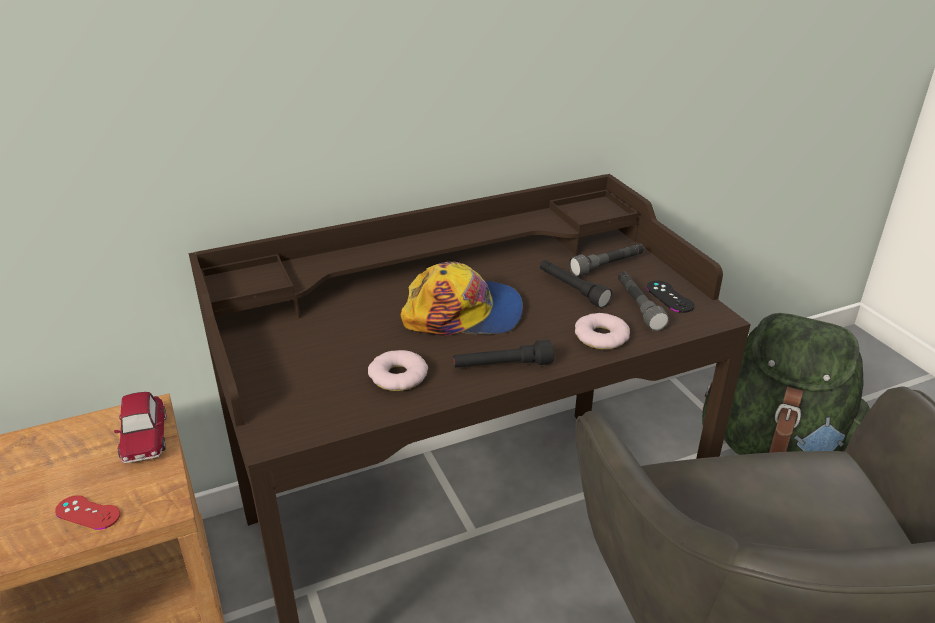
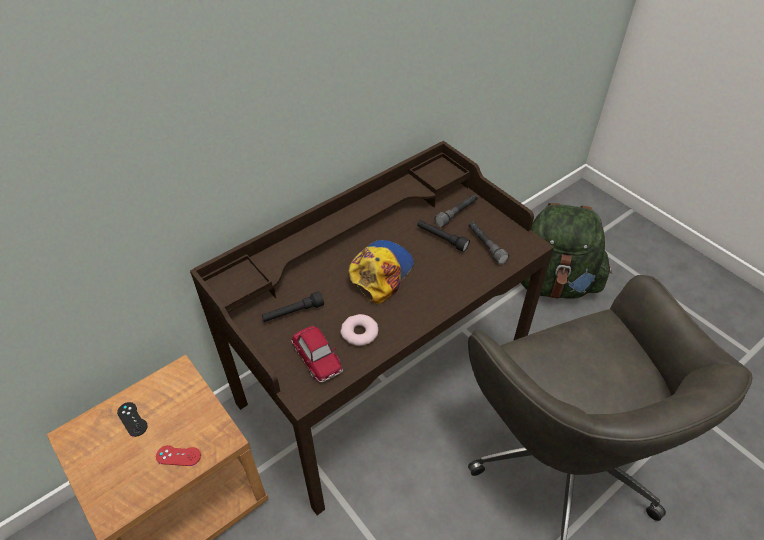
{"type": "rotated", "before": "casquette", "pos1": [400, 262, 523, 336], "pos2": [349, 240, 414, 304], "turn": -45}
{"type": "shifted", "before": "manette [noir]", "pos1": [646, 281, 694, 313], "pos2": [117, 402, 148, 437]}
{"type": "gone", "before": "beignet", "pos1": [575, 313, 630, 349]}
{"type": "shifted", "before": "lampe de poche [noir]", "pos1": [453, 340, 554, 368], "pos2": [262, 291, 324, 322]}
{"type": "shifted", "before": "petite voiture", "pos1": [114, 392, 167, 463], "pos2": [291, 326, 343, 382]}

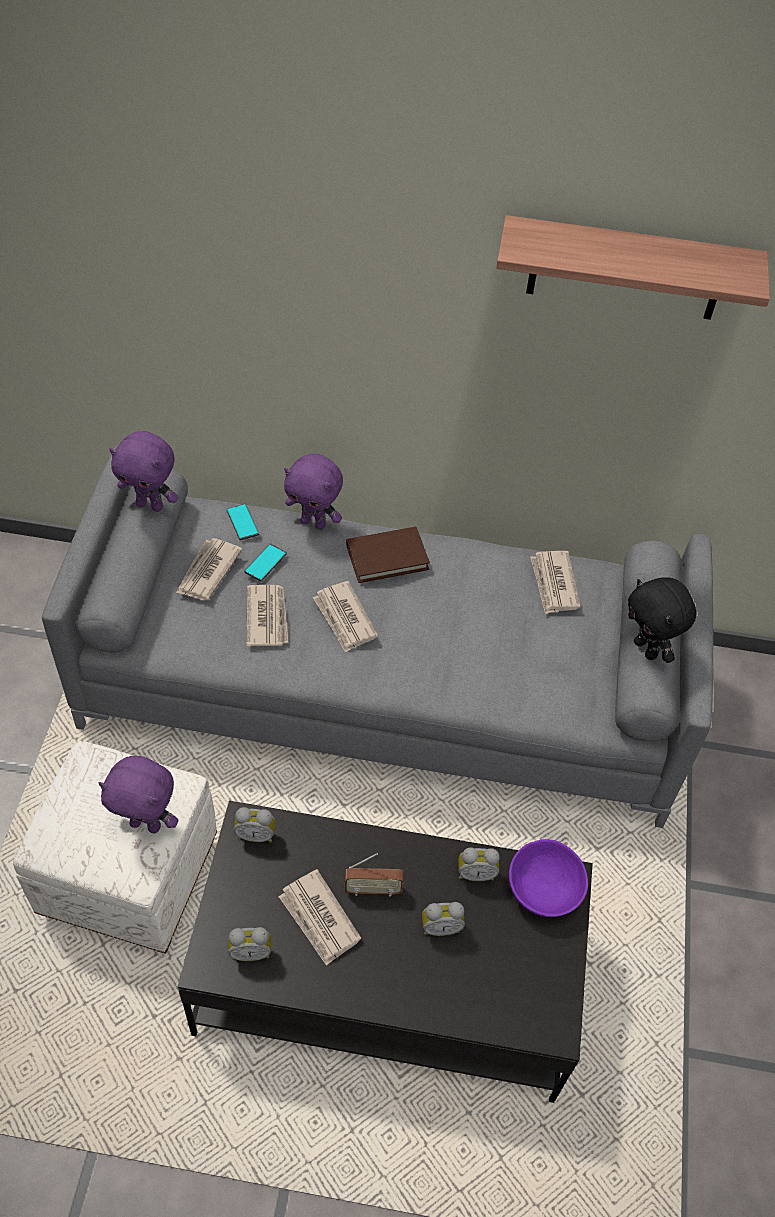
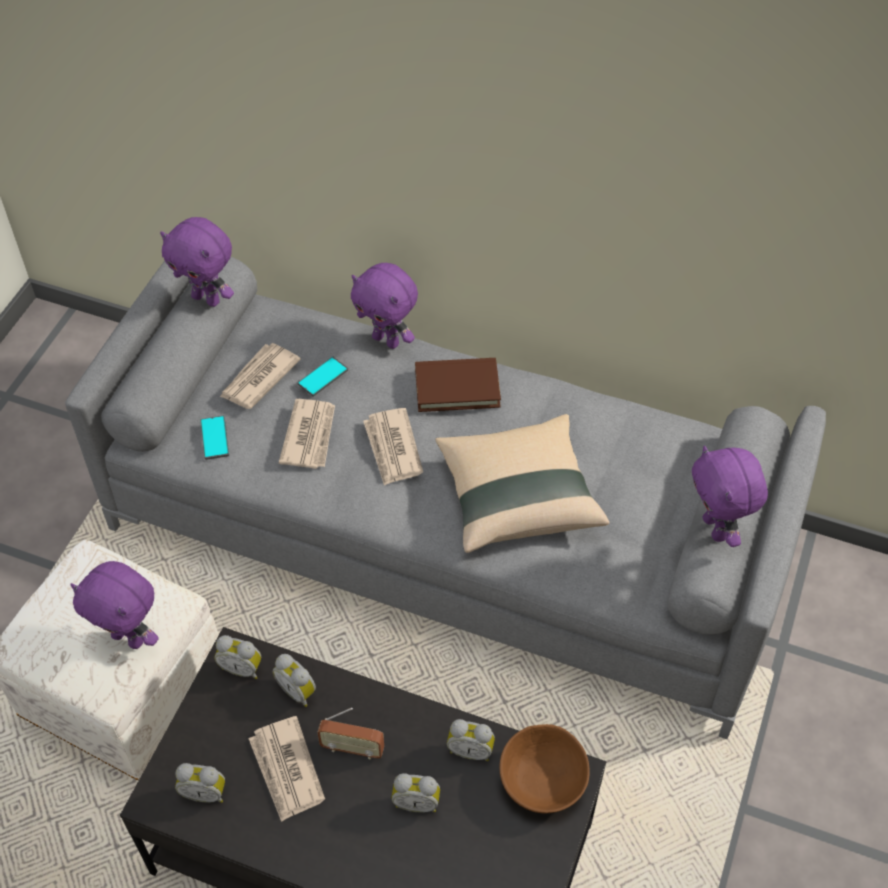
{"type": "gone", "before": "étagère", "pos1": [496, 215, 770, 320]}
{"type": "shifted", "before": "téléphone", "pos1": [226, 504, 259, 540], "pos2": [200, 416, 229, 460]}
{"type": "gone", "before": "journal", "pos1": [530, 551, 580, 614]}
{"type": "repainted", "before": "peluche [noir]", "after": "peluche [violet]", "pos1": [628, 577, 697, 663], "pos2": [692, 446, 768, 547]}
{"type": "repainted", "before": "bol [violet]", "after": "bol [marron]", "pos1": [509, 839, 588, 917], "pos2": [500, 724, 590, 813]}
{"type": "new", "after": "coussin [beige]", "pos2": [435, 414, 610, 553]}
{"type": "new", "after": "réveil", "pos2": [273, 654, 316, 707]}

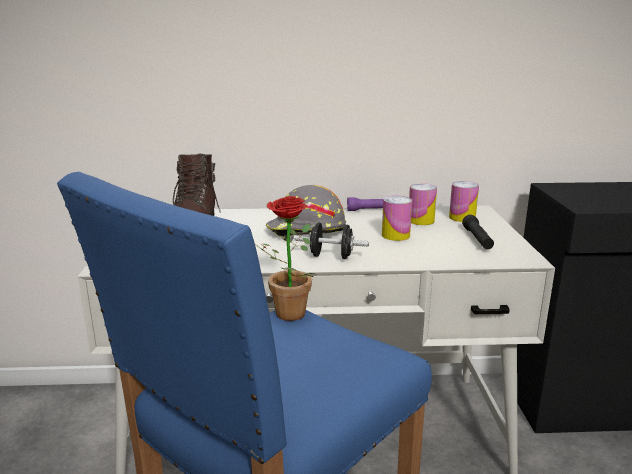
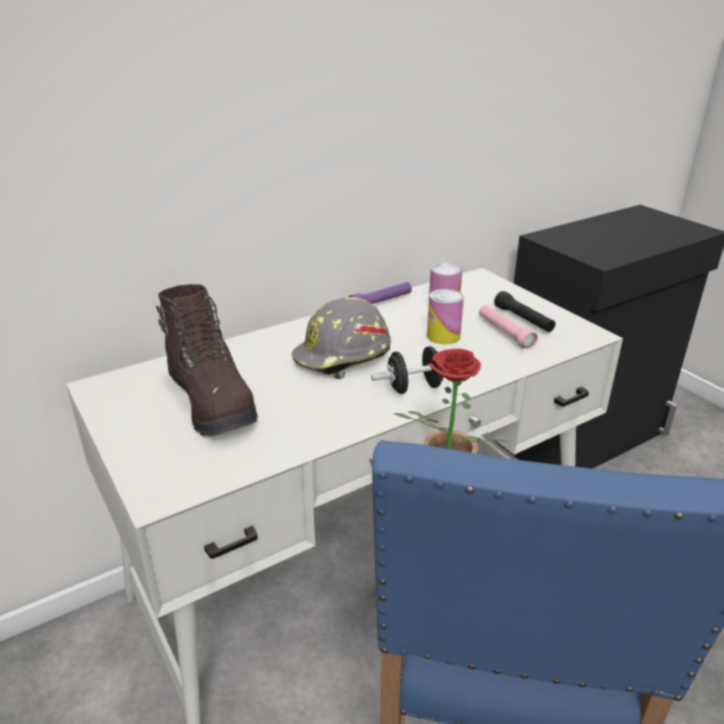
{"type": "gone", "before": "boîte métallique", "pos1": [449, 181, 479, 222]}
{"type": "new", "after": "lampe de poche [rose]", "pos2": [479, 305, 538, 350]}

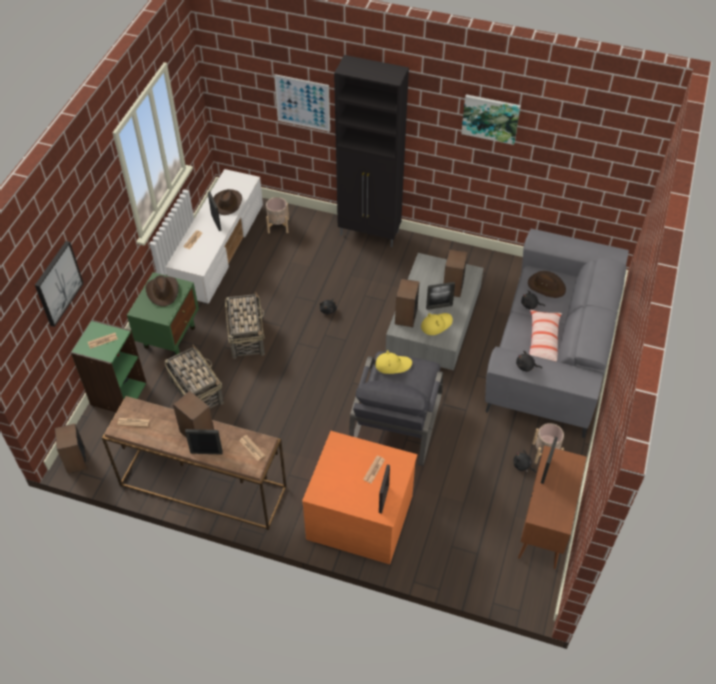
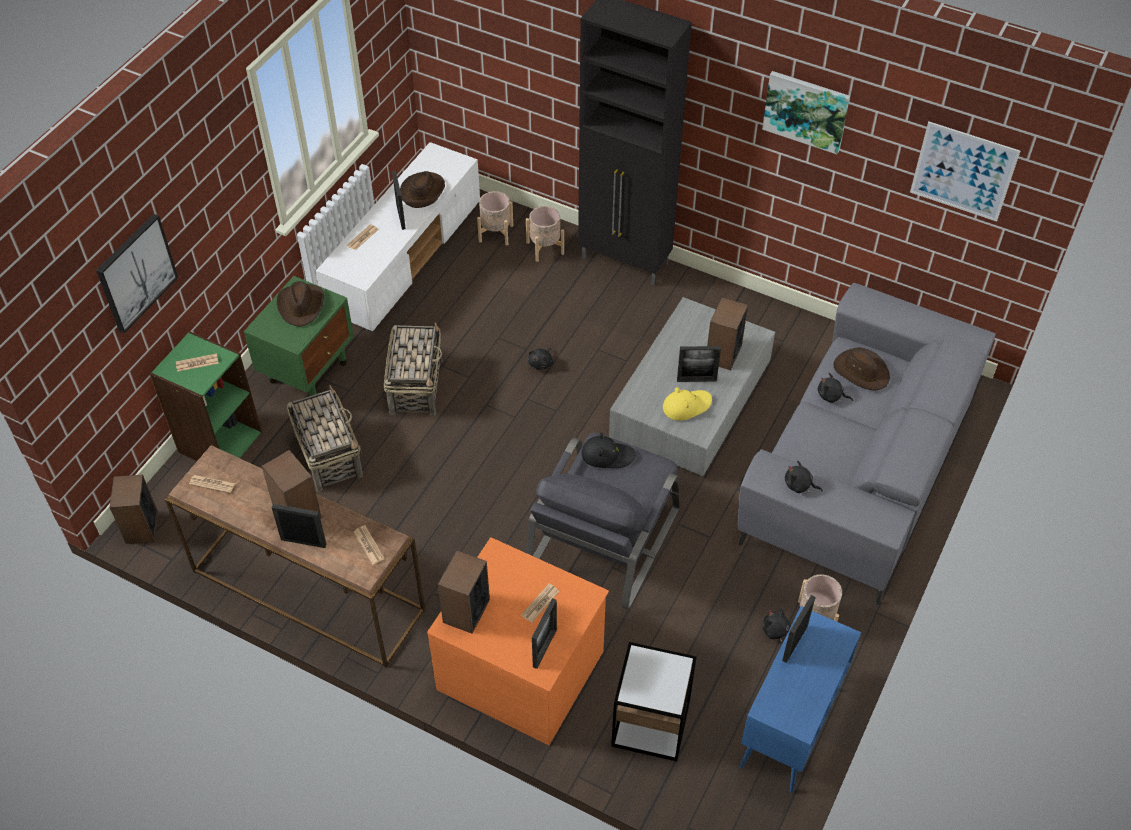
{"type": "shifted", "before": "tableau", "pos1": [274, 74, 330, 132], "pos2": [910, 122, 1020, 222]}
{"type": "shifted", "before": "enceinte", "pos1": [395, 279, 419, 327], "pos2": [438, 550, 490, 634]}
{"type": "gone", "before": "coussin", "pos1": [529, 309, 562, 362]}
{"type": "repainted", "before": "chapeau [jaune]", "after": "chapeau [noir]", "pos1": [375, 350, 412, 374], "pos2": [581, 433, 636, 468]}
{"type": "repainted", "before": "meuble de rangement [marron]", "after": "meuble de rangement [bleu]", "pos1": [518, 445, 587, 569], "pos2": [739, 606, 861, 793]}
{"type": "new", "after": "cache-pot [beige]", "pos2": [526, 206, 564, 262]}
{"type": "new", "after": "table d'appoint", "pos2": [611, 642, 697, 761]}

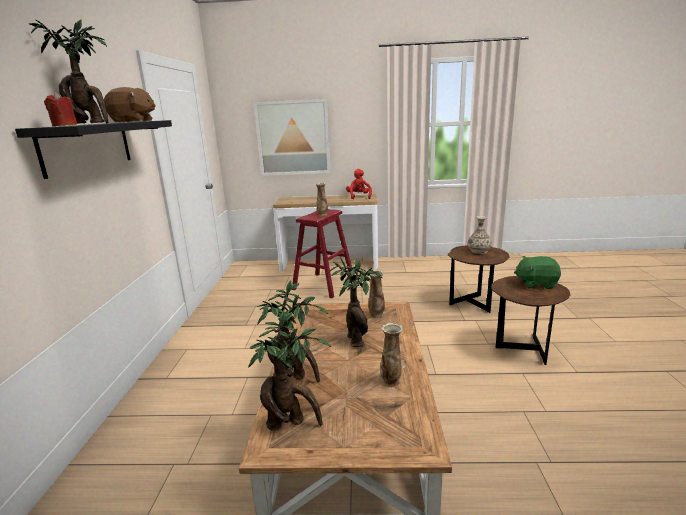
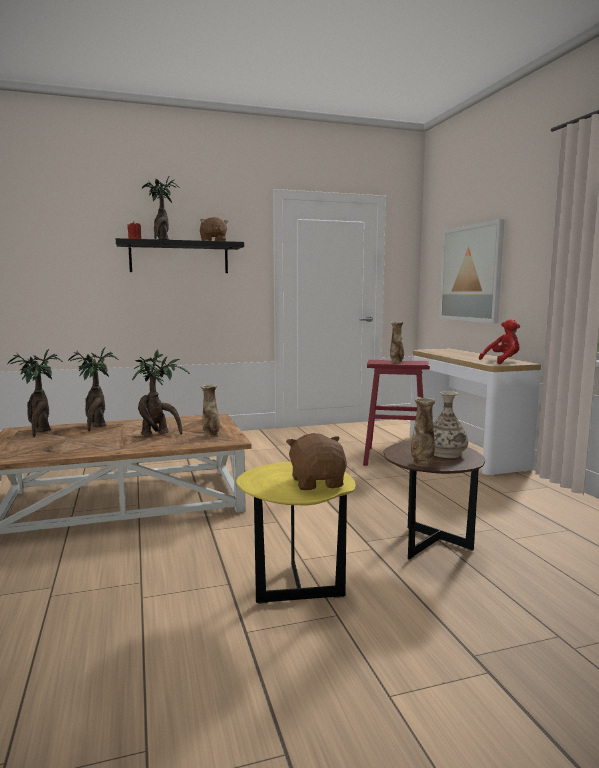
{"type": "repainted", "before": "peluche [vert]", "after": "peluche [marron]", "pos1": [514, 256, 561, 289], "pos2": [286, 433, 347, 490]}
{"type": "repainted", "before": "table d'appoint [marron]", "after": "table d'appoint [jaune]", "pos1": [491, 276, 570, 365], "pos2": [236, 462, 356, 604]}
{"type": "shifted", "before": "vase", "pos1": [380, 323, 403, 387], "pos2": [411, 397, 436, 466]}

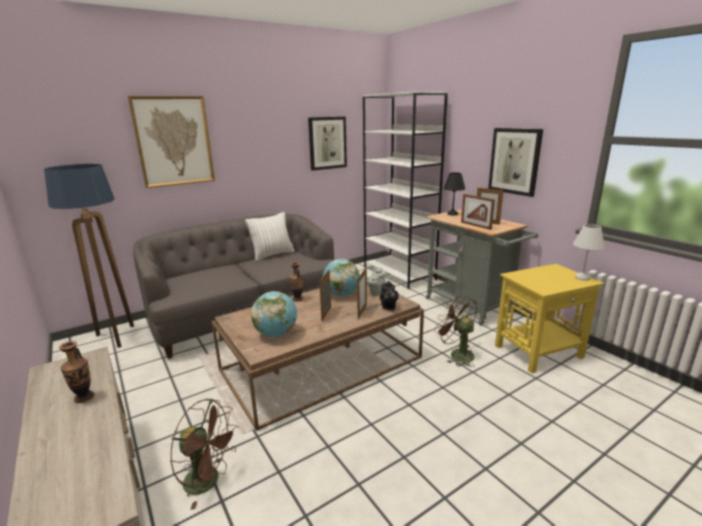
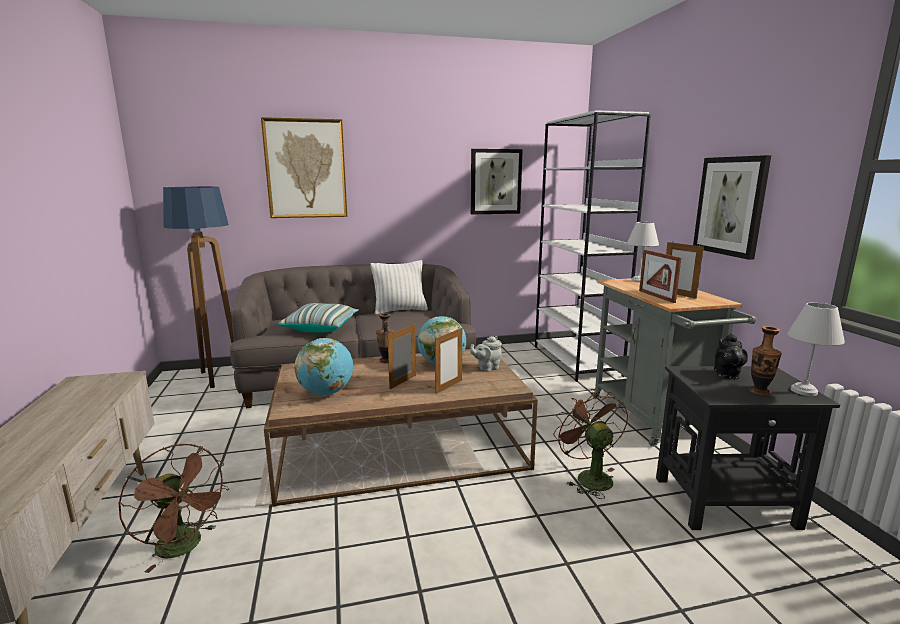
{"type": "repainted", "before": "lampe de table [noir]", "after": "lampe de table [blanc]", "pos1": [444, 172, 465, 216], "pos2": [627, 222, 659, 283]}
{"type": "repainted", "before": "table d'appoint [jaune]", "after": "table d'appoint [noir]", "pos1": [495, 264, 604, 373], "pos2": [656, 366, 840, 530]}
{"type": "shifted", "before": "théière [noir]", "pos1": [380, 280, 399, 310], "pos2": [714, 333, 748, 379]}
{"type": "shifted", "before": "vase", "pos1": [59, 341, 94, 403], "pos2": [749, 326, 782, 395]}
{"type": "new", "after": "coussin", "pos2": [277, 303, 359, 333]}

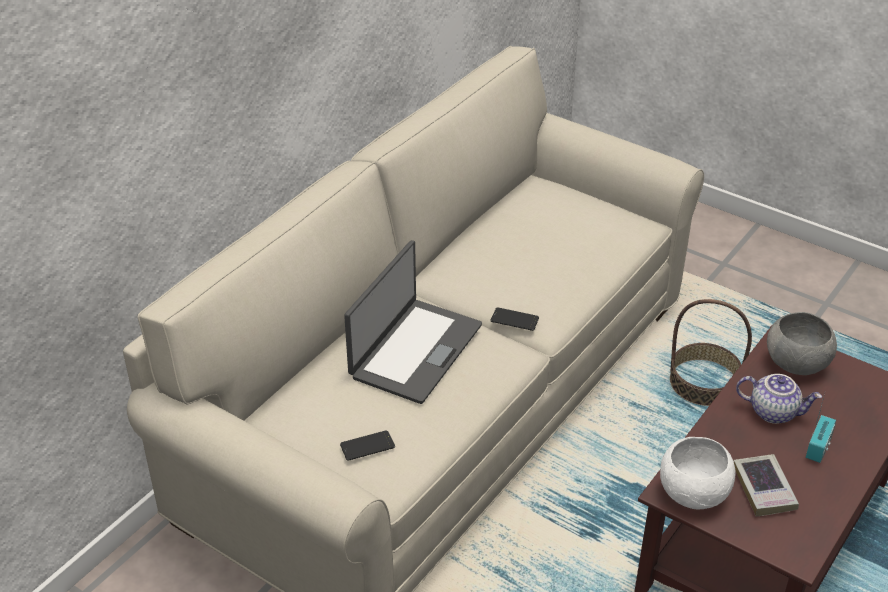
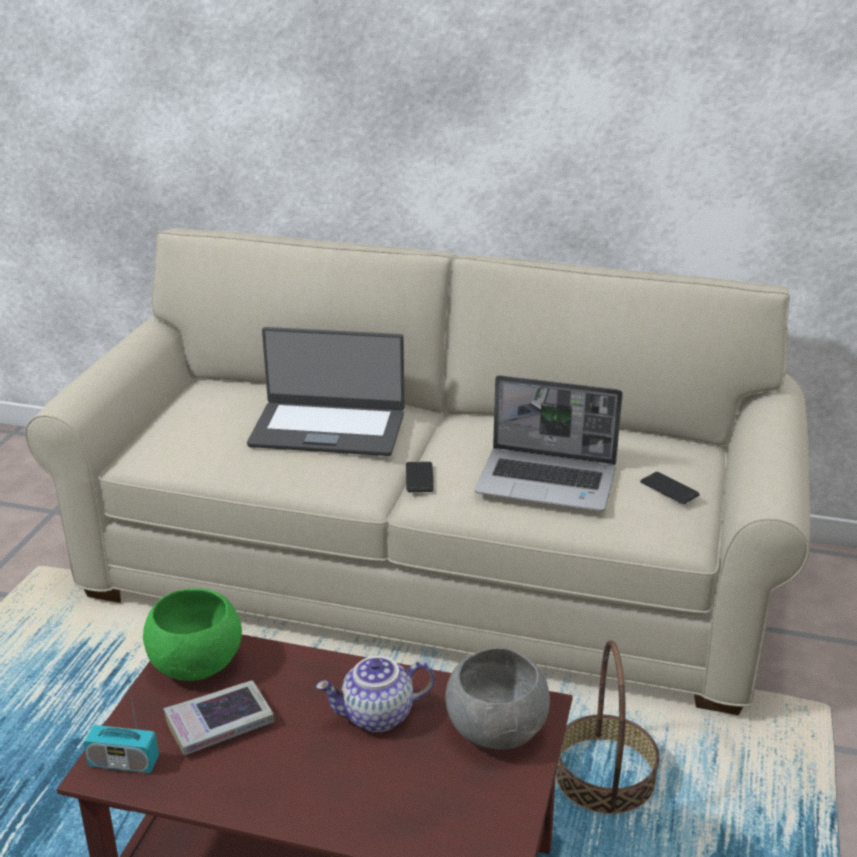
{"type": "rotated", "before": "théière", "pos1": [736, 374, 822, 424], "pos2": [316, 656, 435, 732], "turn": 75}
{"type": "shifted", "before": "radio", "pos1": [805, 394, 836, 463], "pos2": [83, 681, 159, 773]}
{"type": "shifted", "before": "téléphone", "pos1": [340, 431, 395, 461], "pos2": [640, 472, 700, 504]}
{"type": "repainted", "before": "bol [blanc]", "after": "bol [vert]", "pos1": [660, 437, 736, 509], "pos2": [143, 588, 242, 681]}
{"type": "new", "after": "ordinateur portable", "pos2": [475, 375, 623, 511]}

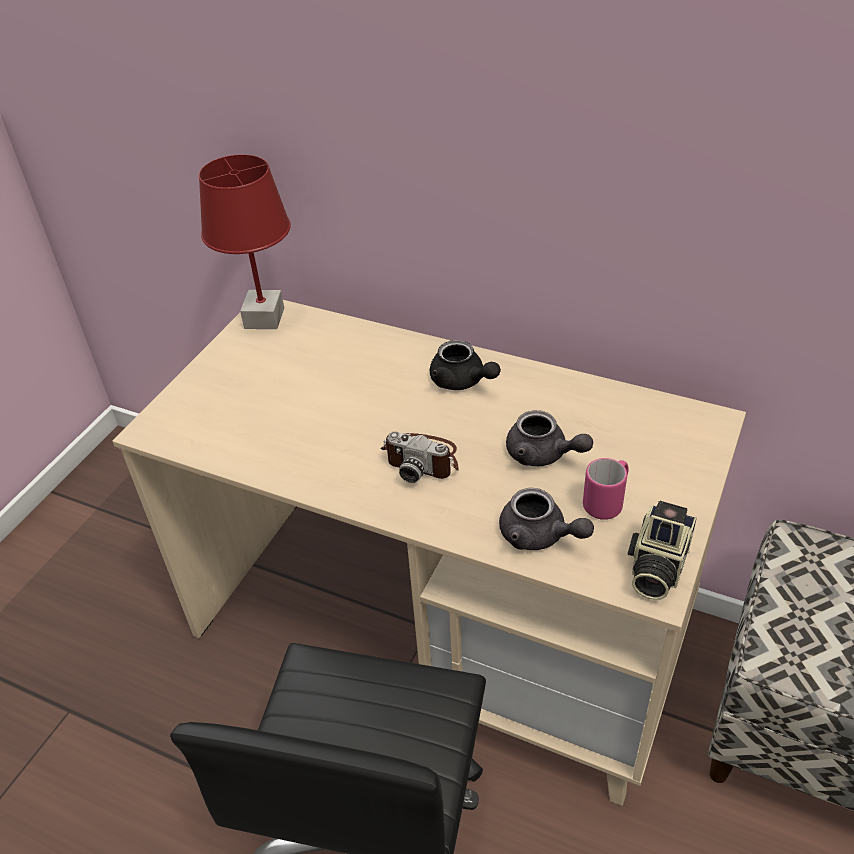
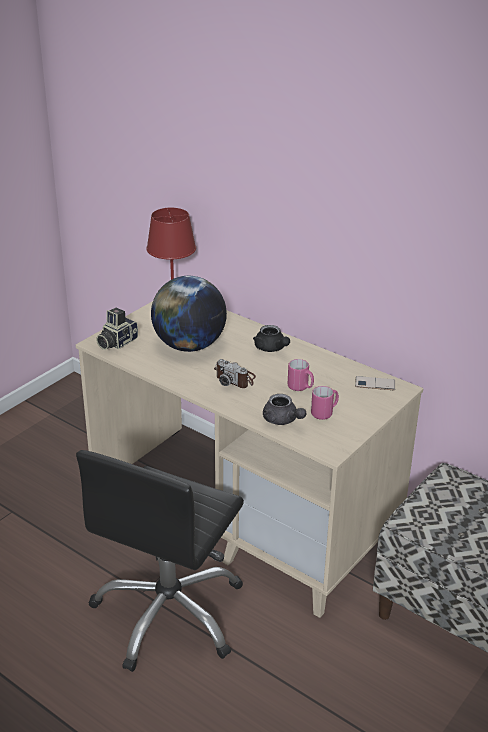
{"type": "swapped", "before": "théière [gris]", "after": "mug [rose]", "pos1": [506, 410, 593, 466], "pos2": [288, 359, 314, 391]}
{"type": "shifted", "before": "appareil photo", "pos1": [628, 501, 697, 600], "pos2": [96, 308, 138, 350]}
{"type": "new", "after": "globe", "pos2": [151, 276, 227, 352]}
{"type": "new", "after": "téléphone", "pos2": [355, 376, 395, 390]}

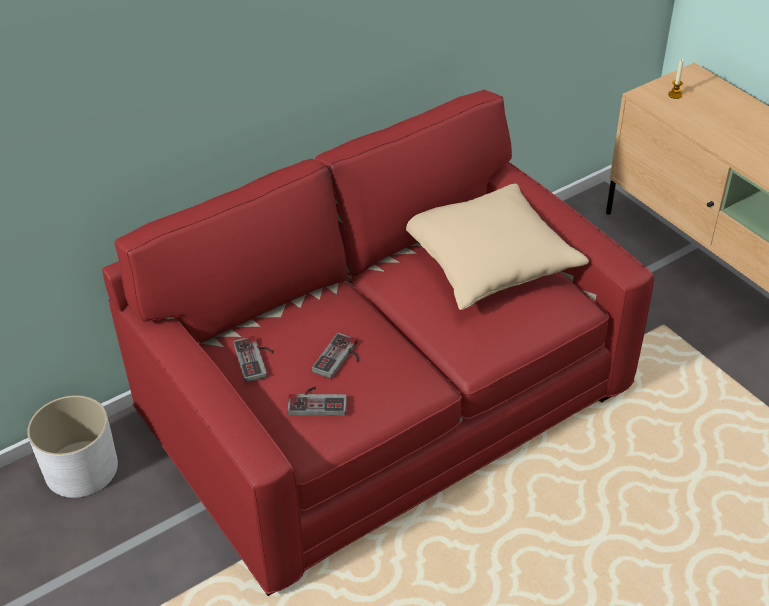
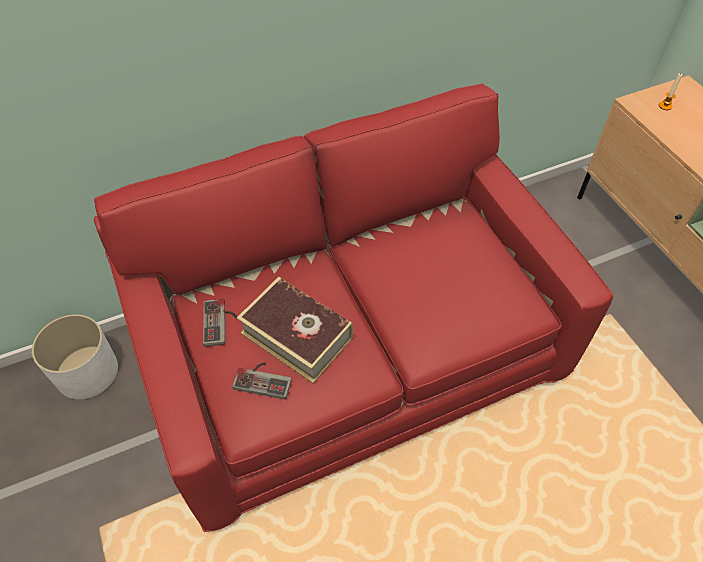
{"type": "gone", "before": "coussin [beige]", "pos1": [406, 184, 589, 310]}
{"type": "swapped", "before": "manette", "after": "livre", "pos1": [312, 332, 359, 379], "pos2": [237, 277, 353, 383]}

